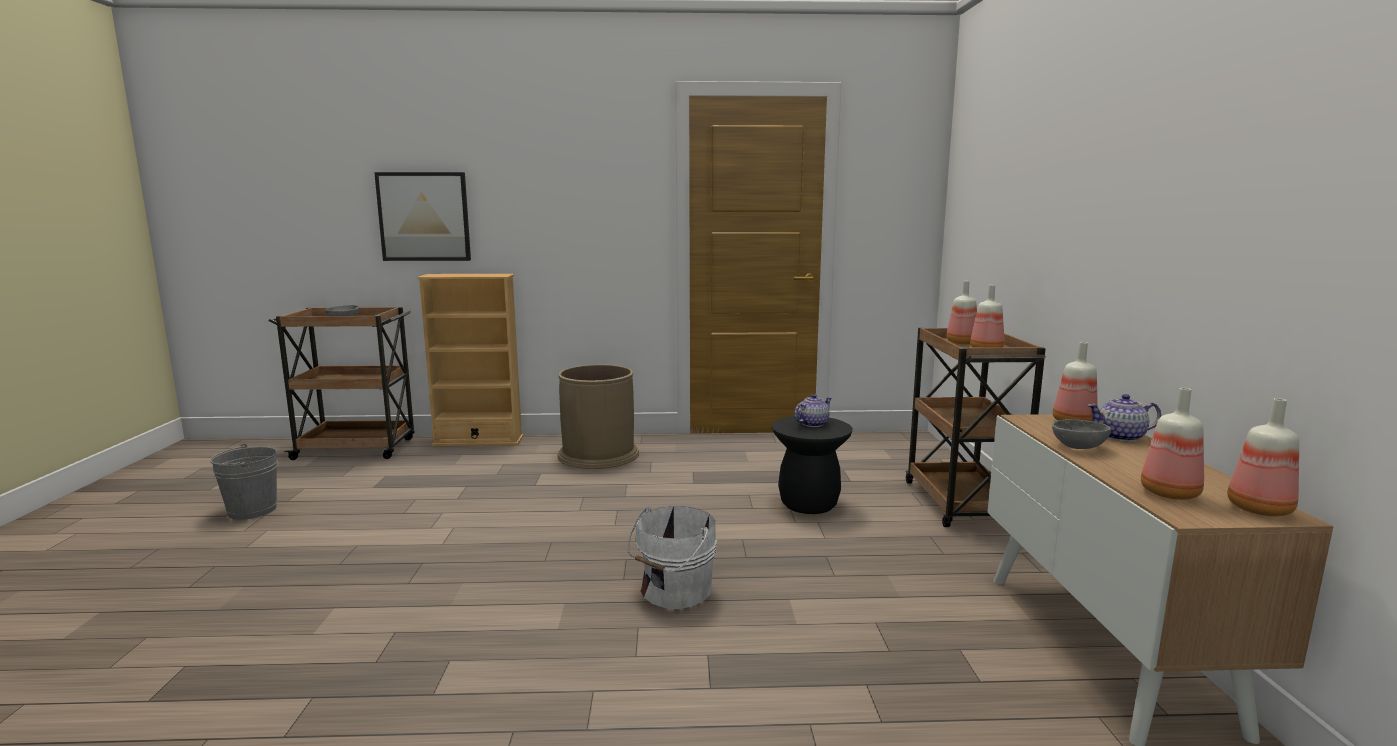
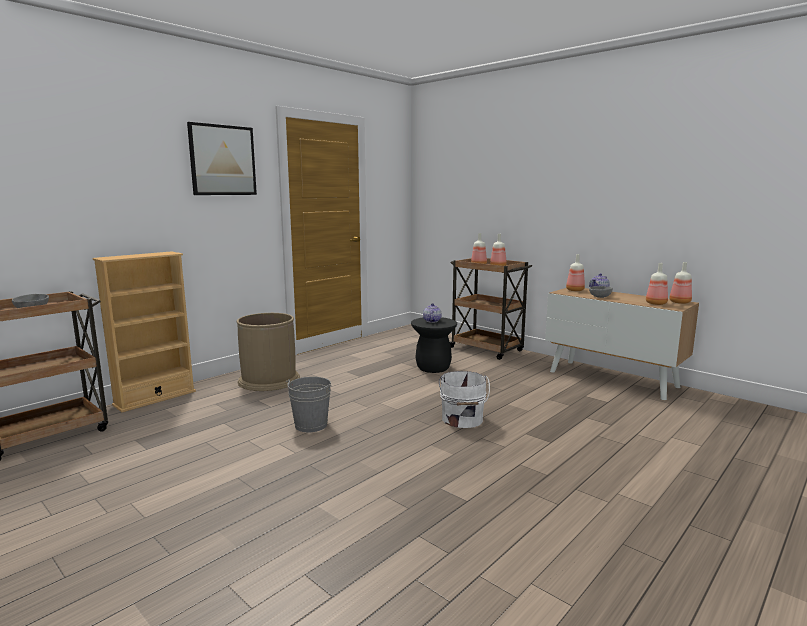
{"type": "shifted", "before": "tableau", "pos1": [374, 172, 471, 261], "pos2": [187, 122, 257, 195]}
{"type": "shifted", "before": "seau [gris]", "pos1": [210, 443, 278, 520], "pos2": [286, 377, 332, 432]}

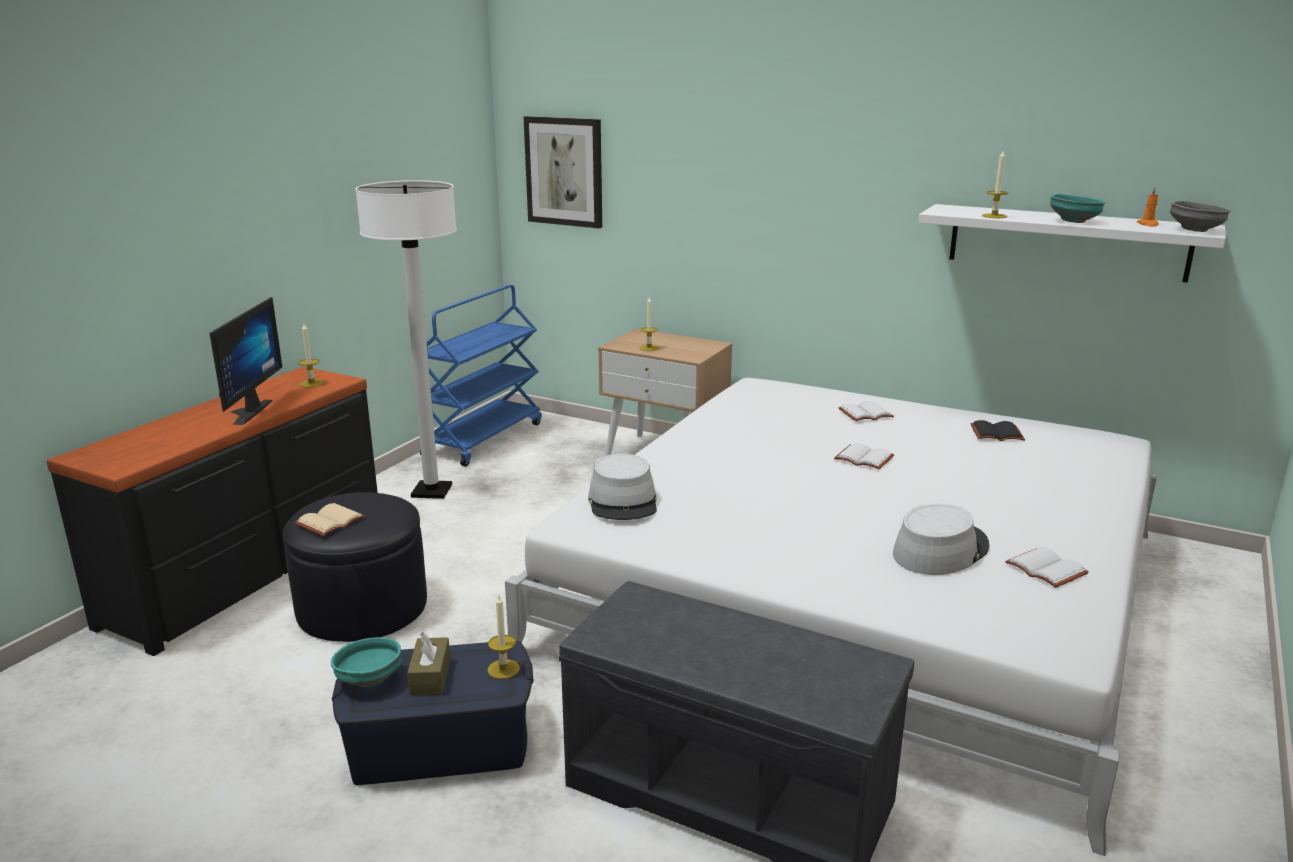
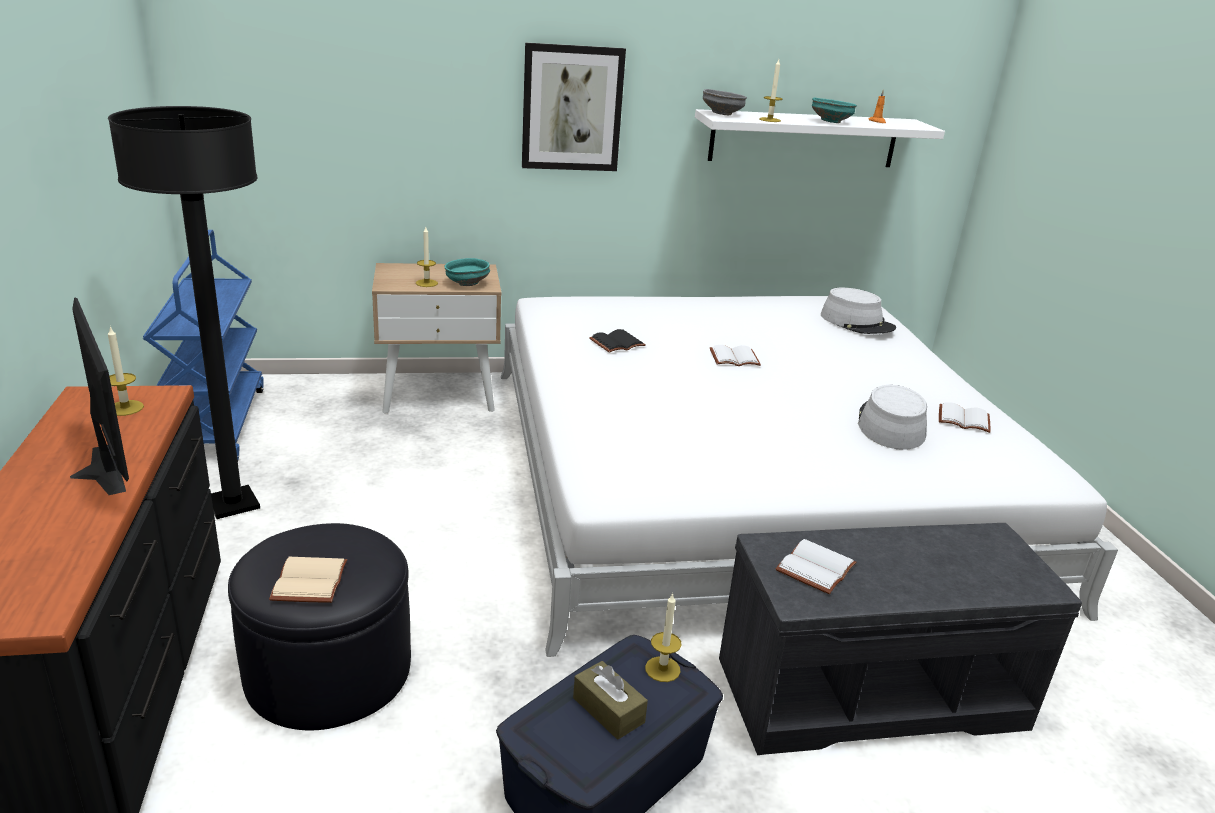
{"type": "shifted", "before": "tableau", "pos1": [524, 116, 602, 228], "pos2": [522, 43, 626, 171]}
{"type": "repainted", "before": "lampadaire [blanc]", "after": "lampadaire [noir]", "pos1": [355, 180, 457, 499], "pos2": [108, 106, 260, 519]}
{"type": "shifted", "before": "bol [gris]", "pos1": [1170, 201, 1231, 232], "pos2": [703, 89, 747, 115]}
{"type": "shifted", "before": "livre [blanc]", "pos1": [839, 401, 894, 421], "pos2": [776, 539, 857, 594]}
{"type": "shifted", "before": "livre [noir]", "pos1": [970, 420, 1025, 441], "pos2": [589, 329, 646, 353]}
{"type": "shifted", "before": "chapeau [gris]", "pos1": [588, 453, 657, 520], "pos2": [821, 288, 896, 334]}
{"type": "shifted", "before": "bol [turquoise]", "pos1": [331, 637, 402, 687], "pos2": [444, 258, 490, 286]}

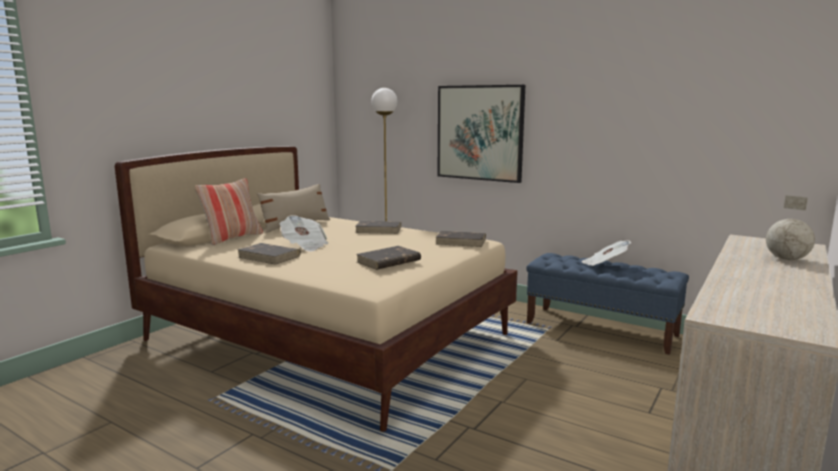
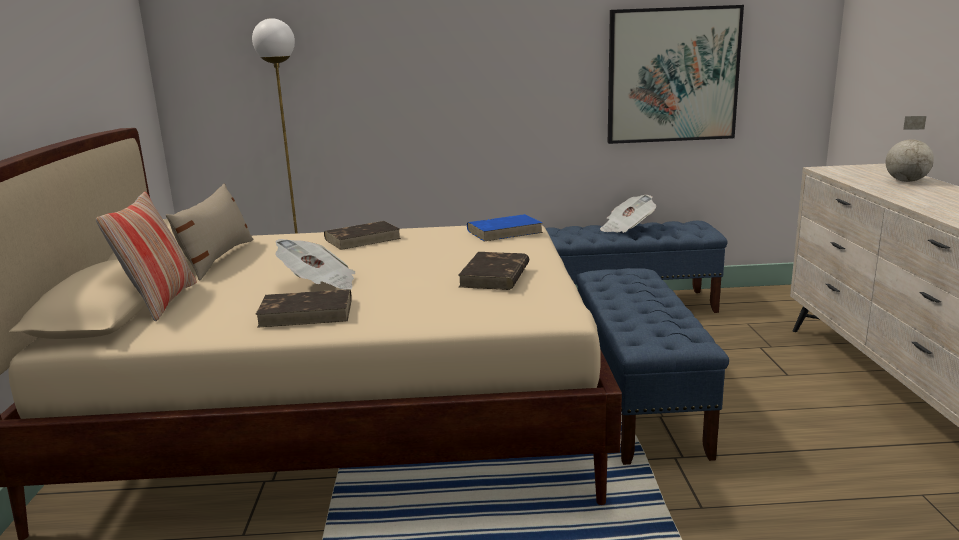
{"type": "shifted", "before": "tableau", "pos1": [437, 85, 525, 183], "pos2": [608, 5, 744, 144]}
{"type": "repainted", "before": "livre [marron]", "after": "livre [bleu]", "pos1": [436, 231, 486, 247], "pos2": [467, 214, 543, 241]}
{"type": "new", "after": "banc [bleu]", "pos2": [576, 268, 729, 465]}

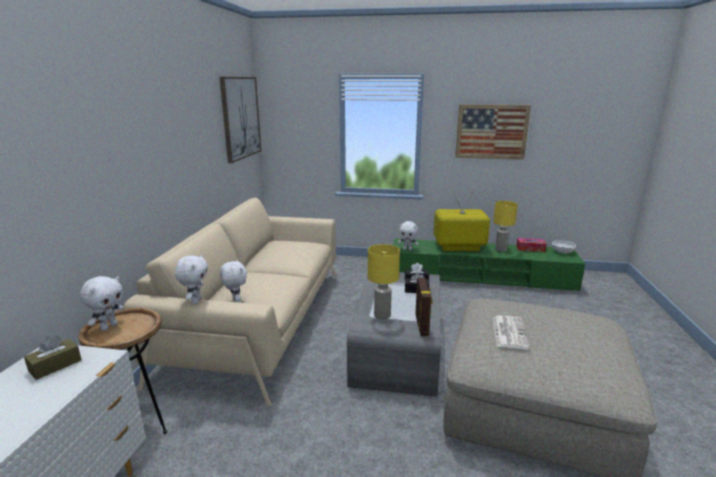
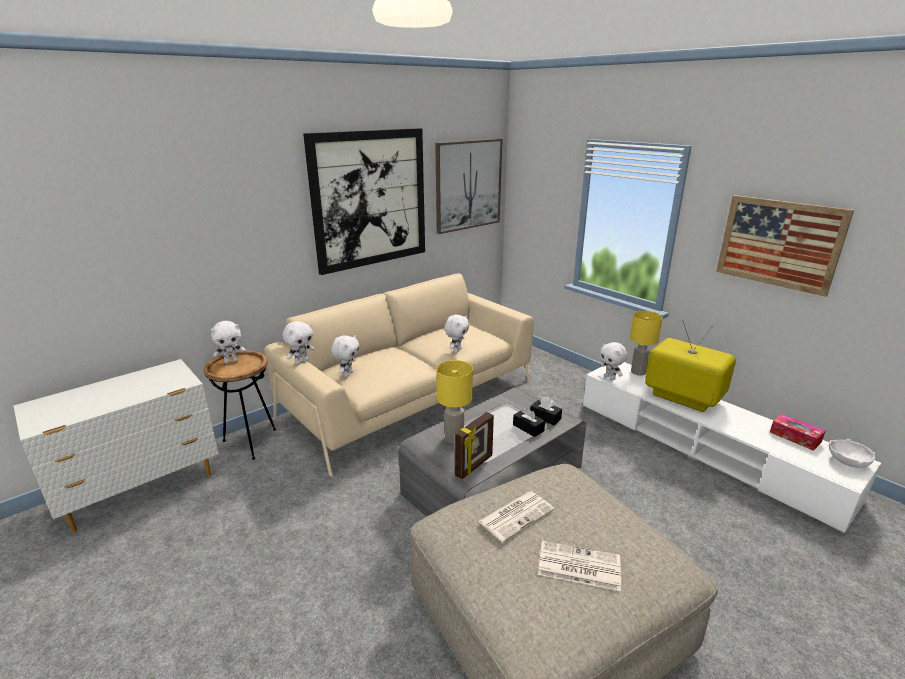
{"type": "shifted", "before": "lampe de table [jaune]", "pos1": [493, 201, 518, 252], "pos2": [630, 311, 663, 376]}
{"type": "repainted", "before": "meuble télé [vert]", "after": "meuble télé [blanc]", "pos1": [393, 238, 585, 292], "pos2": [583, 362, 881, 533]}
{"type": "gone", "before": "boîte à mouchoirs [marron]", "pos1": [24, 335, 81, 380]}
{"type": "new", "after": "tableau", "pos2": [303, 128, 425, 275]}
{"type": "new", "after": "peluche [blanc]", "pos2": [444, 315, 470, 353]}
{"type": "new", "after": "journal", "pos2": [538, 541, 621, 591]}

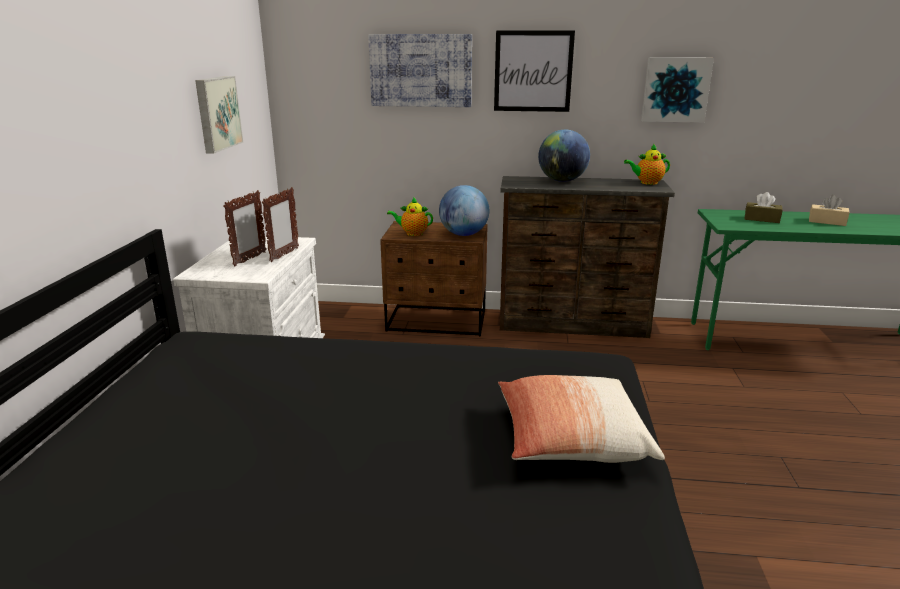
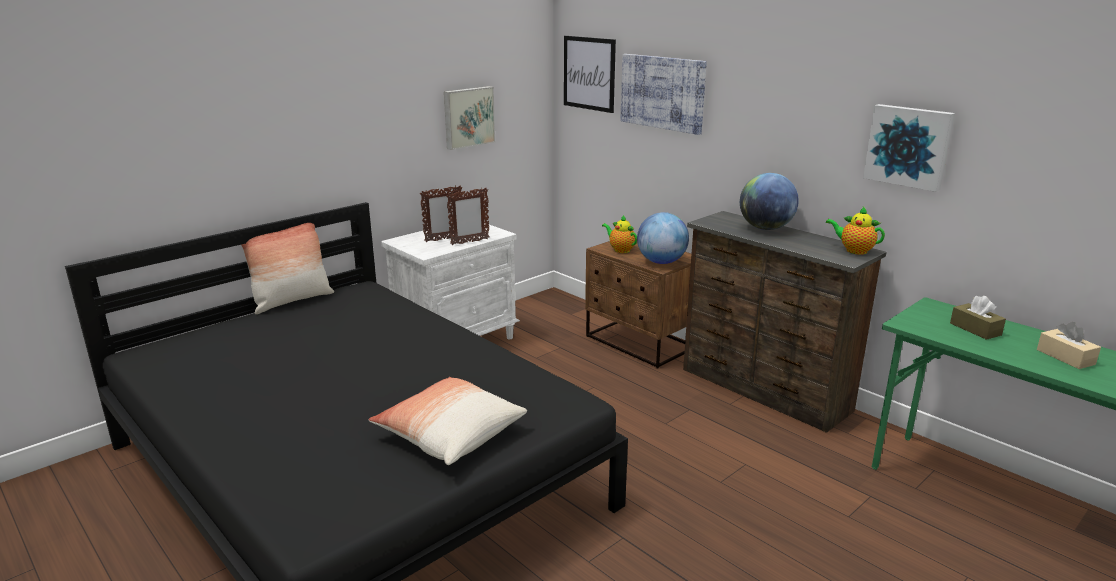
{"type": "shifted", "before": "tableau", "pos1": [494, 30, 575, 112], "pos2": [564, 36, 616, 113]}
{"type": "new", "after": "coussin", "pos2": [241, 223, 334, 314]}

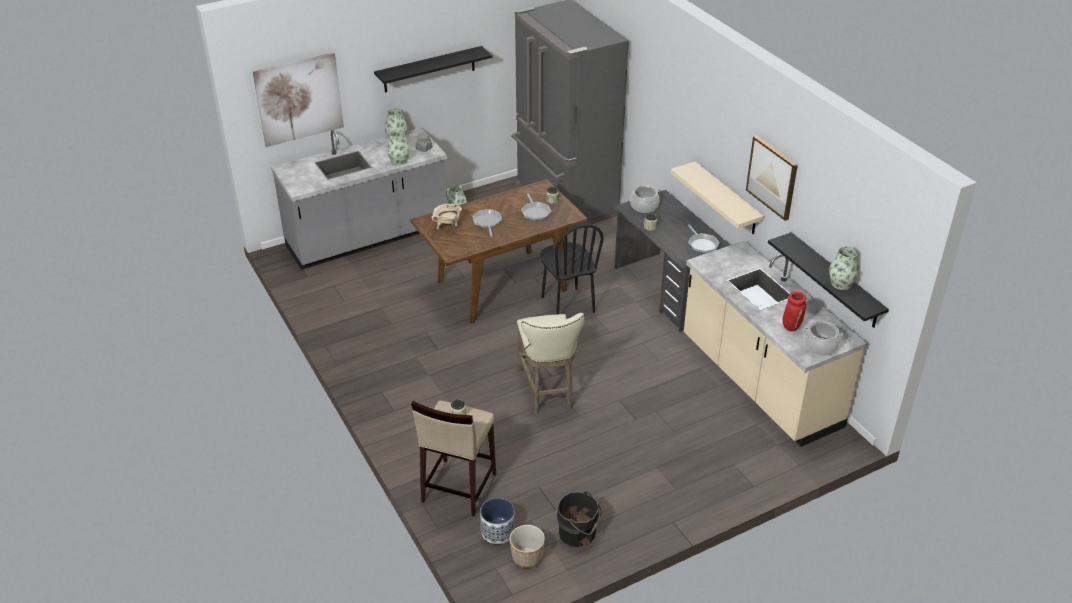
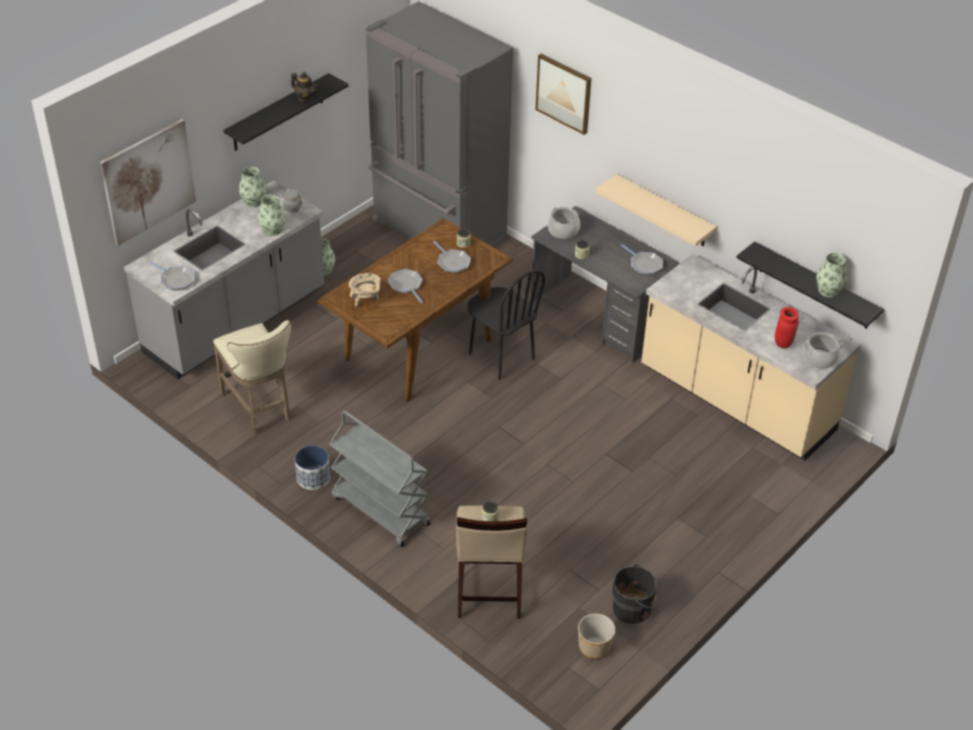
{"type": "shifted", "before": "tableau", "pos1": [746, 135, 798, 221], "pos2": [535, 54, 591, 135]}
{"type": "shifted", "before": "tabouret [beige]", "pos1": [517, 313, 585, 414], "pos2": [213, 320, 291, 434]}
{"type": "shifted", "before": "cache-pot", "pos1": [480, 498, 515, 544], "pos2": [295, 445, 330, 490]}
{"type": "new", "after": "théière", "pos2": [291, 72, 318, 103]}
{"type": "new", "after": "poêle", "pos2": [150, 262, 195, 291]}
{"type": "new", "after": "chariot [gris]", "pos2": [330, 411, 431, 547]}

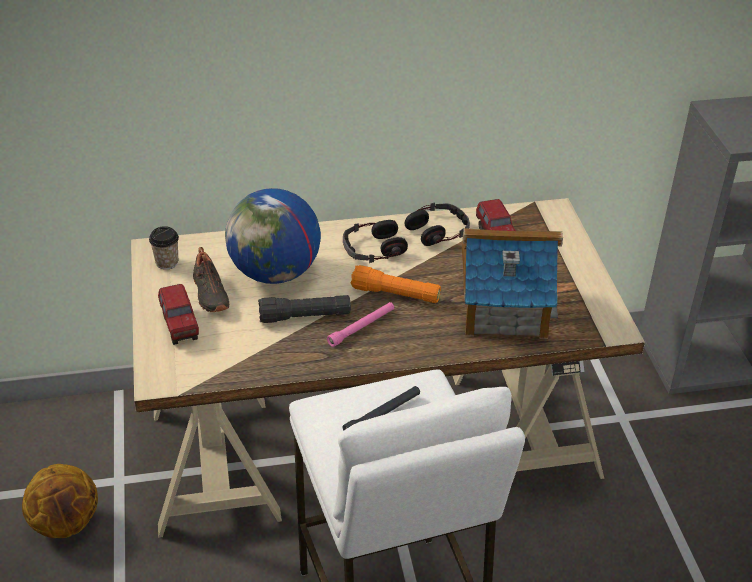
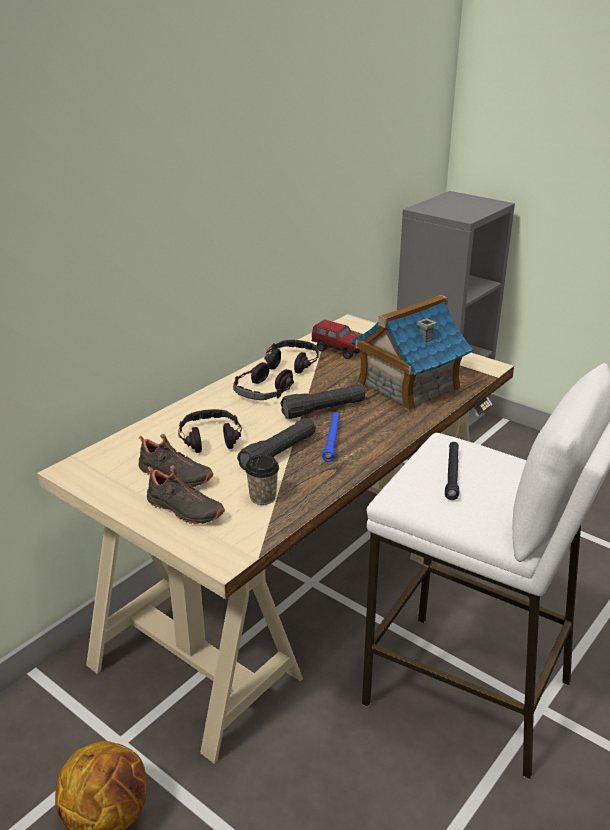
{"type": "swapped", "before": "globe", "after": "casque audio", "pos1": [225, 188, 321, 284], "pos2": [178, 409, 242, 453]}
{"type": "shifted", "before": "tasse", "pos1": [149, 226, 179, 269], "pos2": [245, 454, 279, 505]}
{"type": "repainted", "before": "lampe de poche [orange]", "after": "lampe de poche [noir]", "pos1": [351, 265, 441, 303], "pos2": [280, 384, 365, 419]}
{"type": "swapped", "before": "camion jouet", "after": "chaussure [noir]", "pos1": [158, 284, 199, 345], "pos2": [147, 465, 225, 524]}
{"type": "repainted", "before": "lampe de poche [rose]", "after": "lampe de poche [bleu]", "pos1": [327, 302, 394, 347], "pos2": [322, 412, 340, 462]}

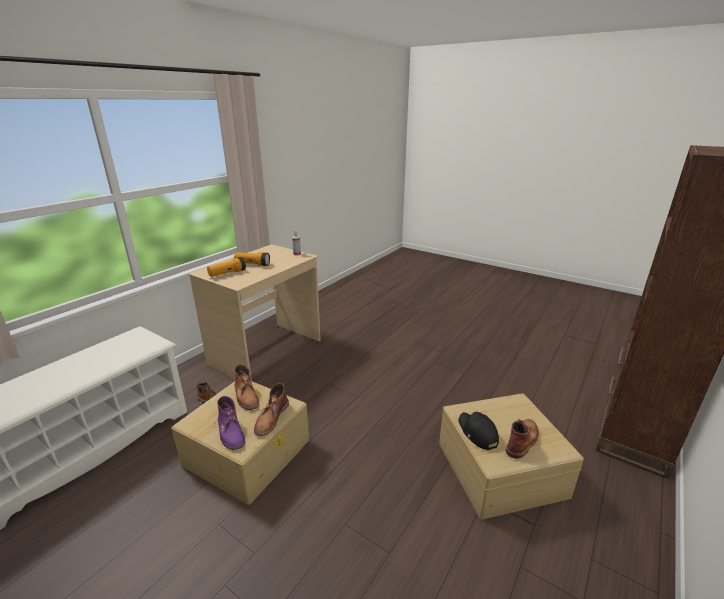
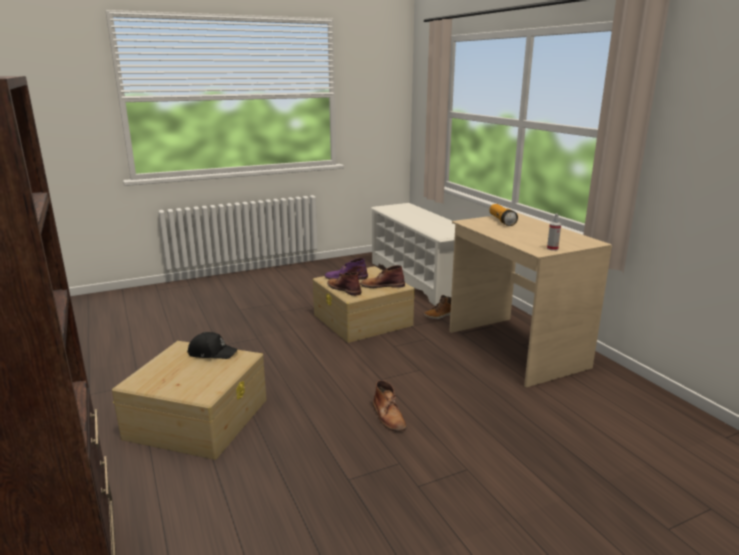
{"type": "gone", "before": "lampe de poche", "pos1": [234, 252, 270, 266]}
{"type": "shifted", "before": "botte [marron]", "pos1": [506, 419, 539, 459], "pos2": [373, 380, 407, 431]}

